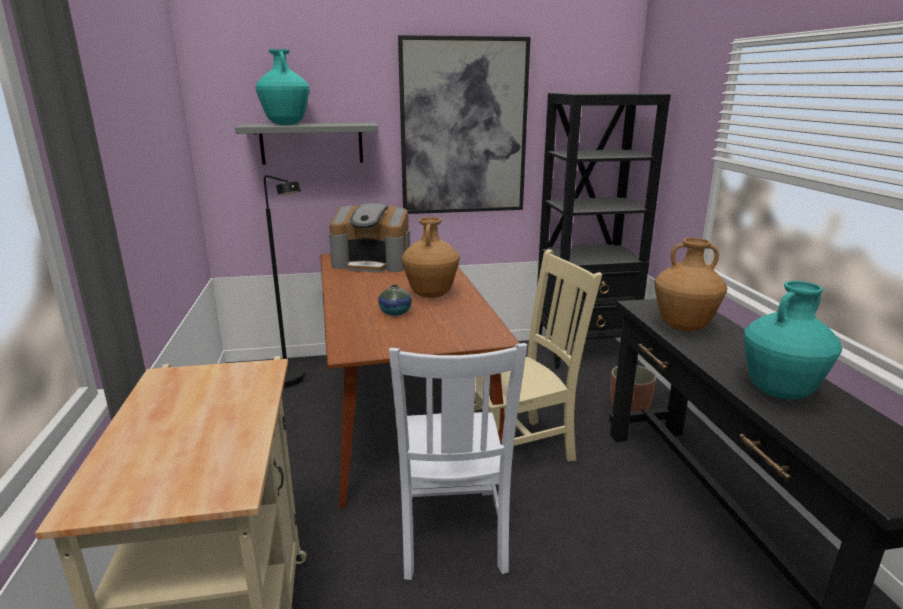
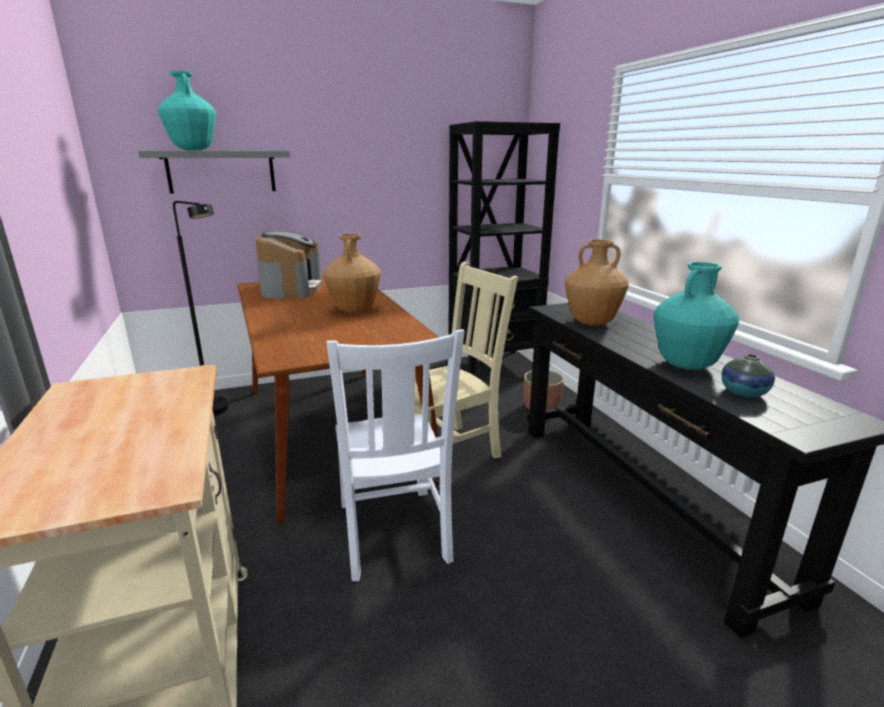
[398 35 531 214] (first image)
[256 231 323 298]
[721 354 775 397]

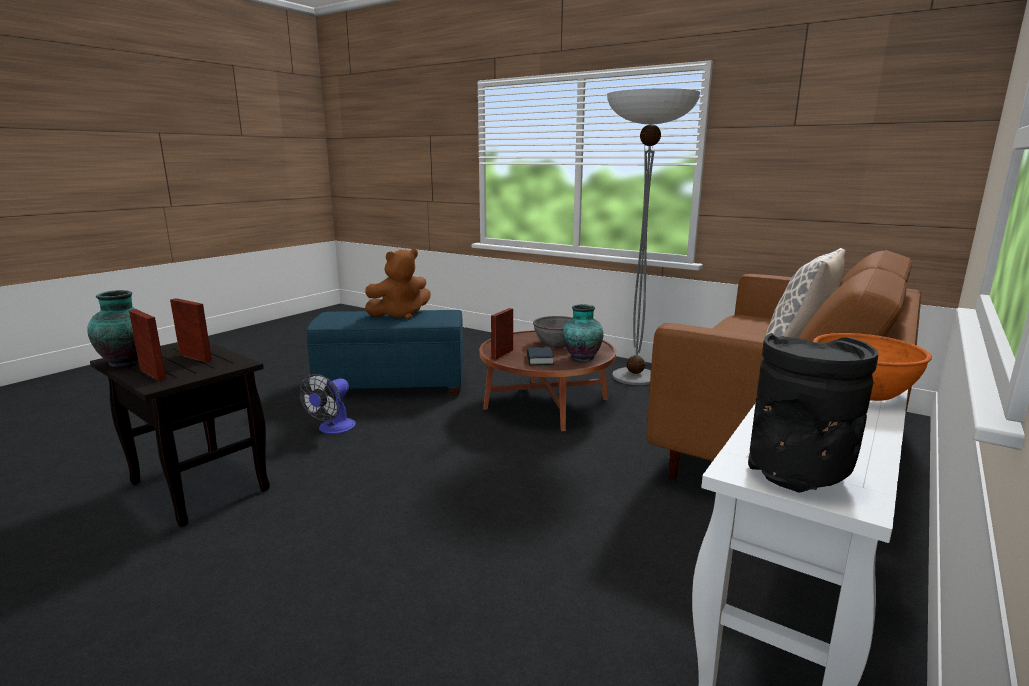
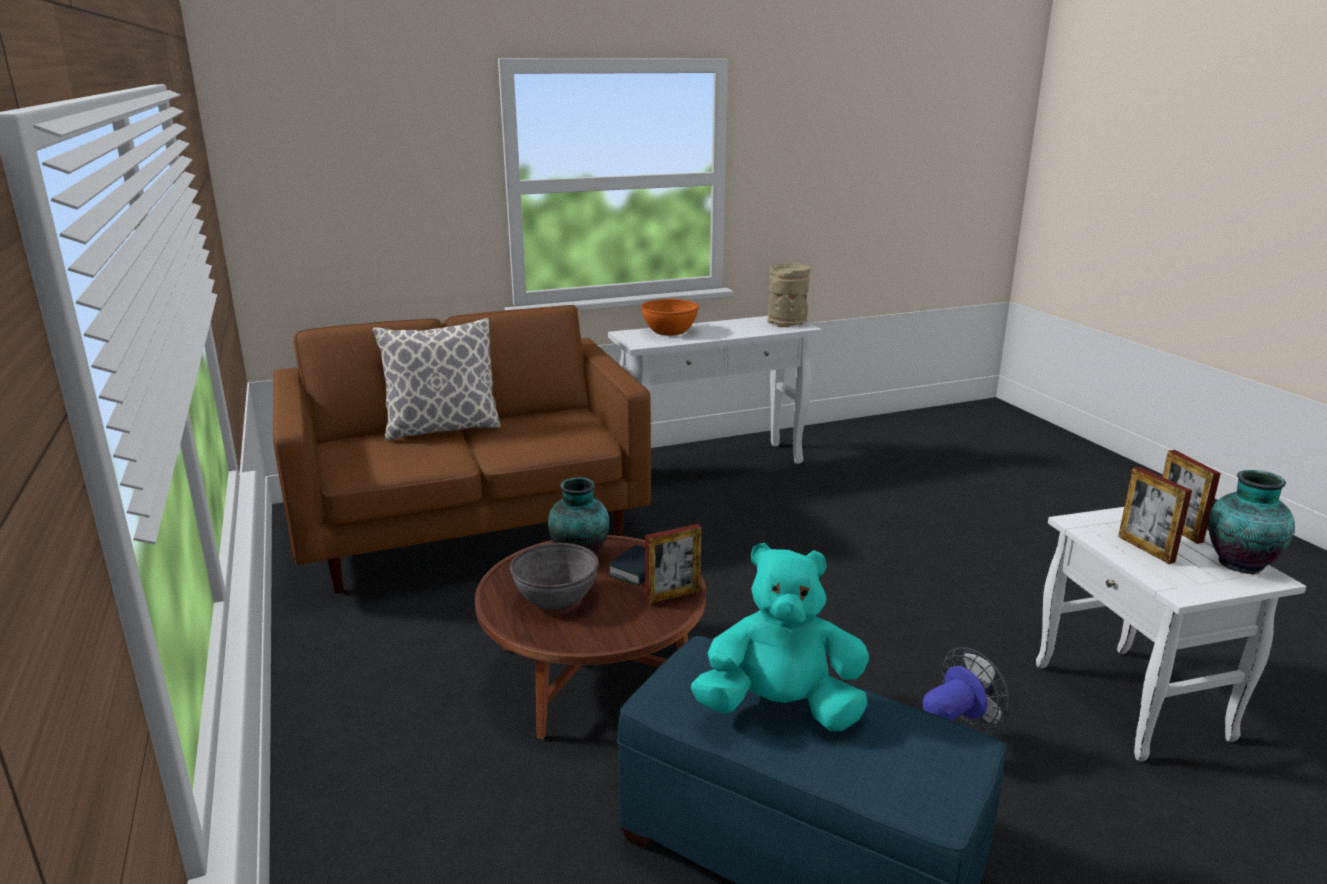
[607 88 700 385] (first image)
[691 543 869 731]
[768 263 810 328]
[1036 507 1306 762]

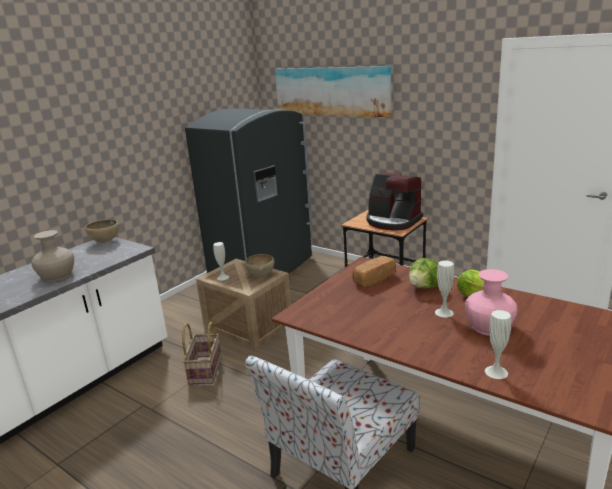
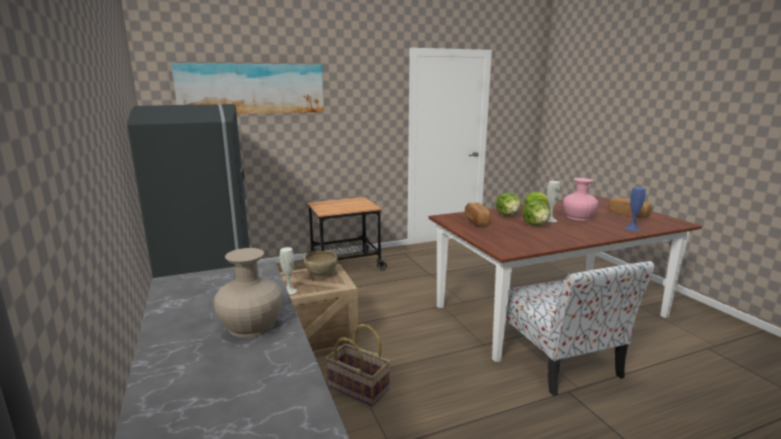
[366 172 423 231] (first image)
[85 220 119 243] (first image)
[625 187 645 231]
[609 197 652 219]
[523 201 551 225]

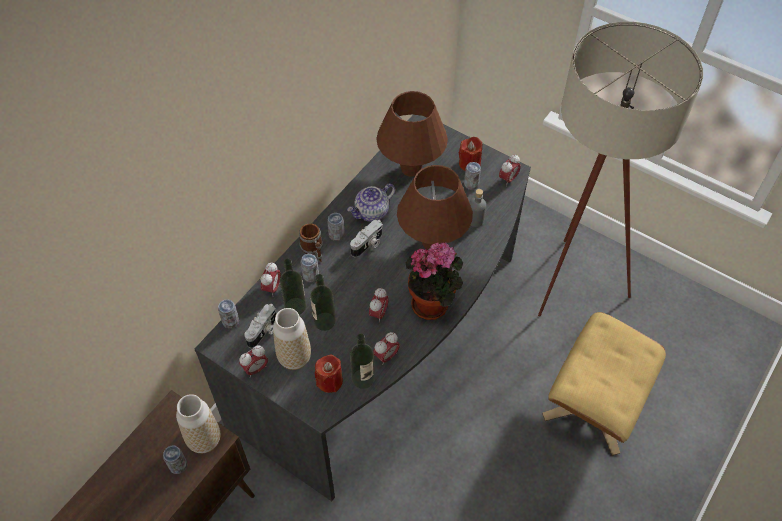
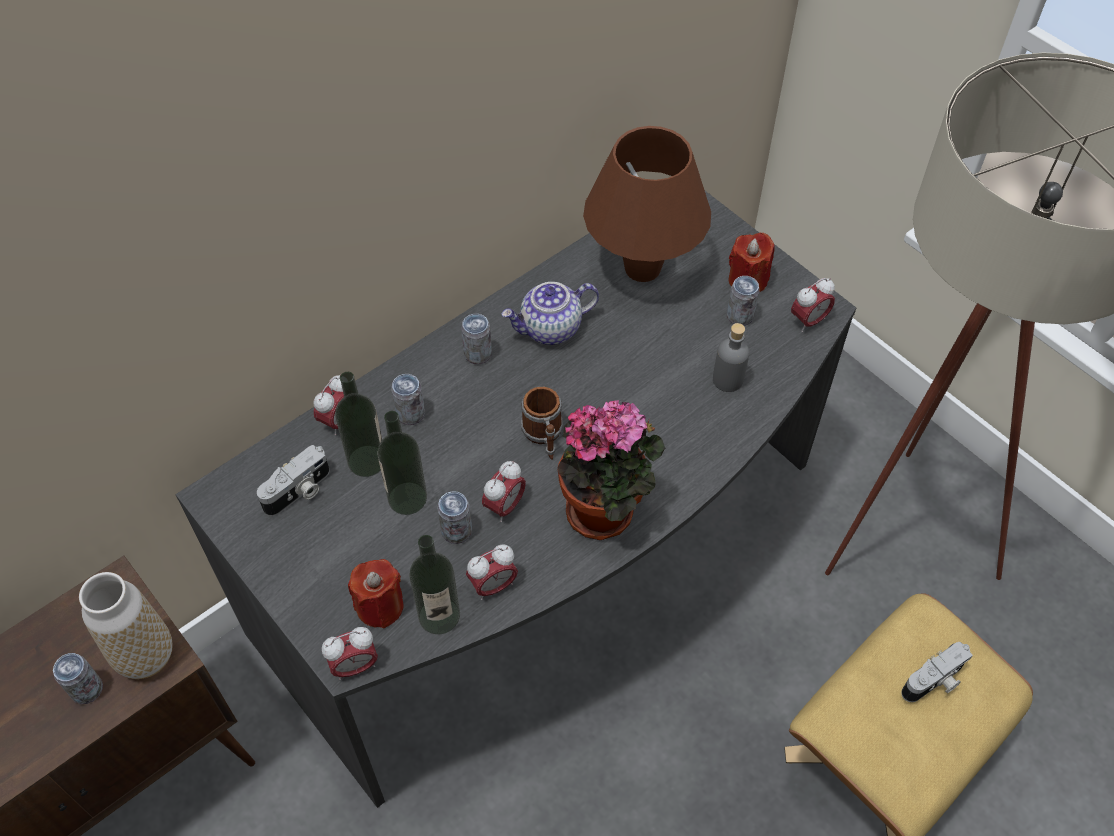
[397 165 473 250] (first image)
[901 642 973 702]
[521 387 563 460]
[437 491 472 544]
[273 308 311 370] (first image)
[322 627 378 680]

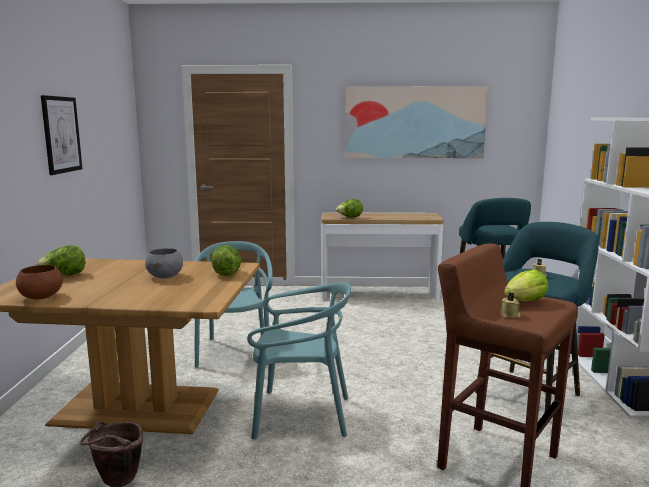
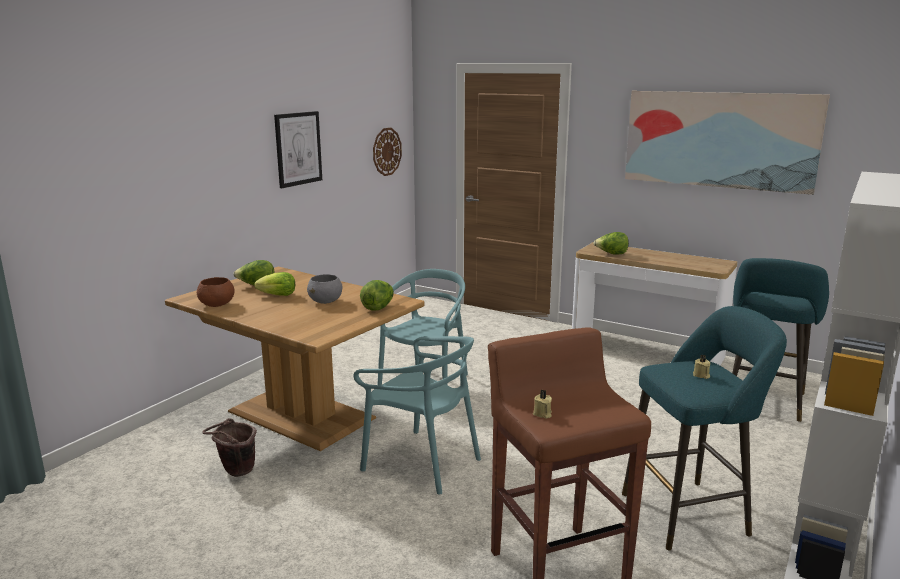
[255 272 295 296]
[373 127 402 176]

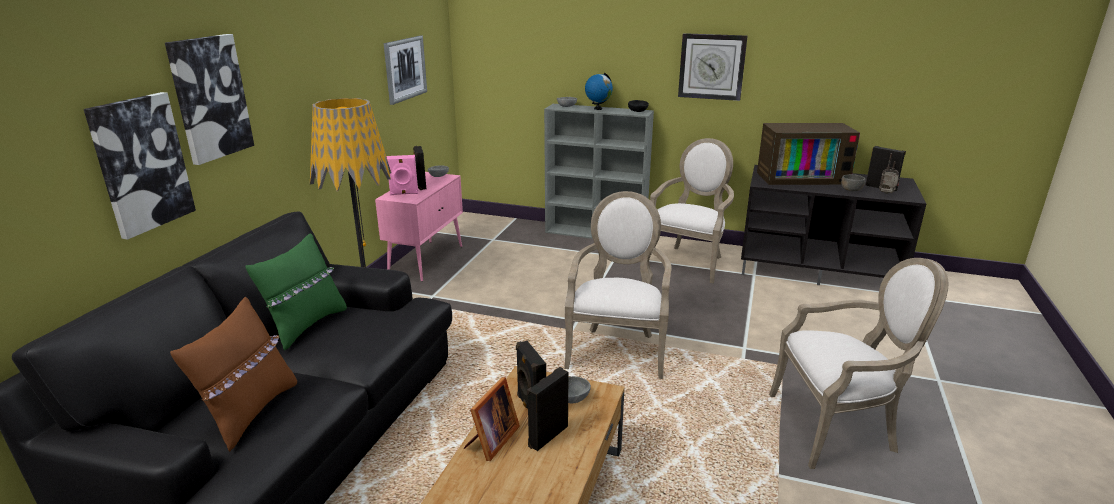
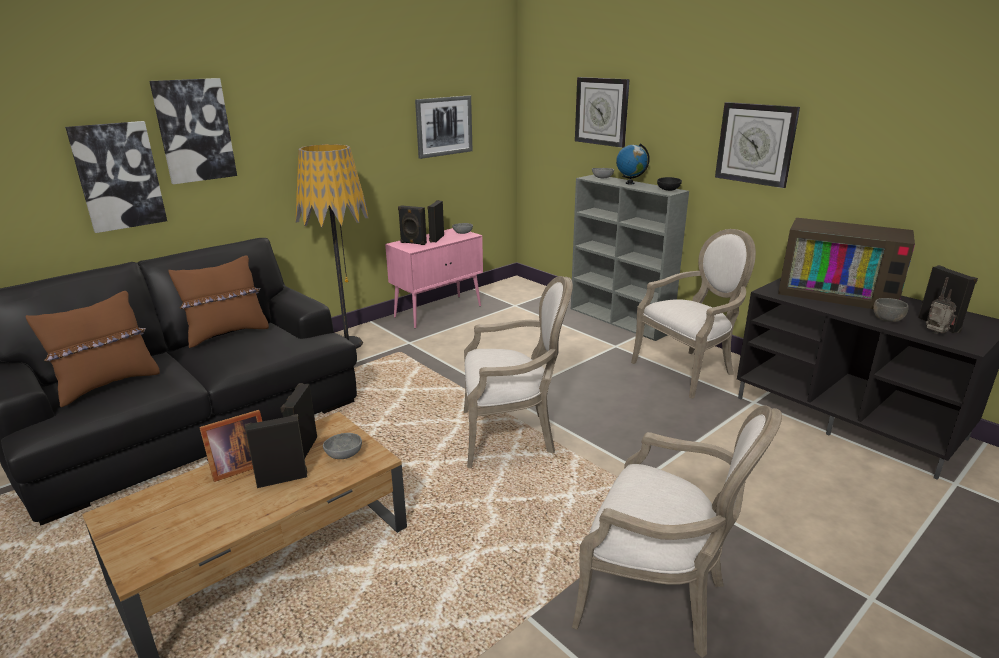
[398 205 427 245]
[464 276 573 468]
[168 255 269 348]
[575 77 630 148]

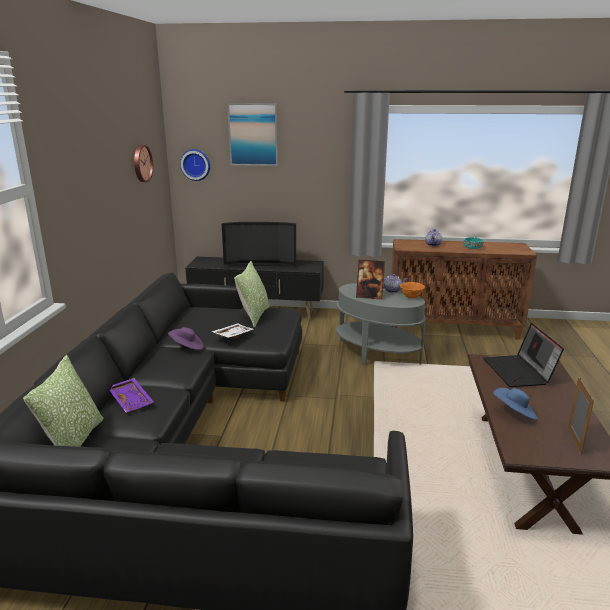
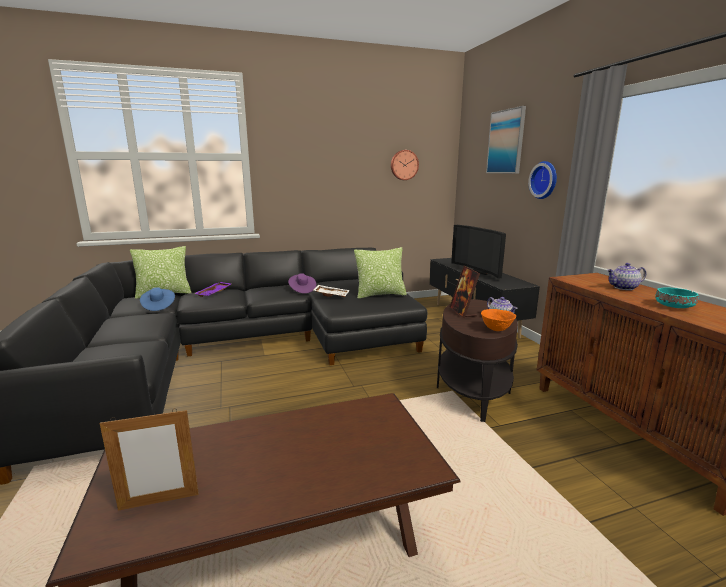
[528 161 557 199]
[437 299 518 422]
[483 323 564 387] (first image)
[140 287 175 311]

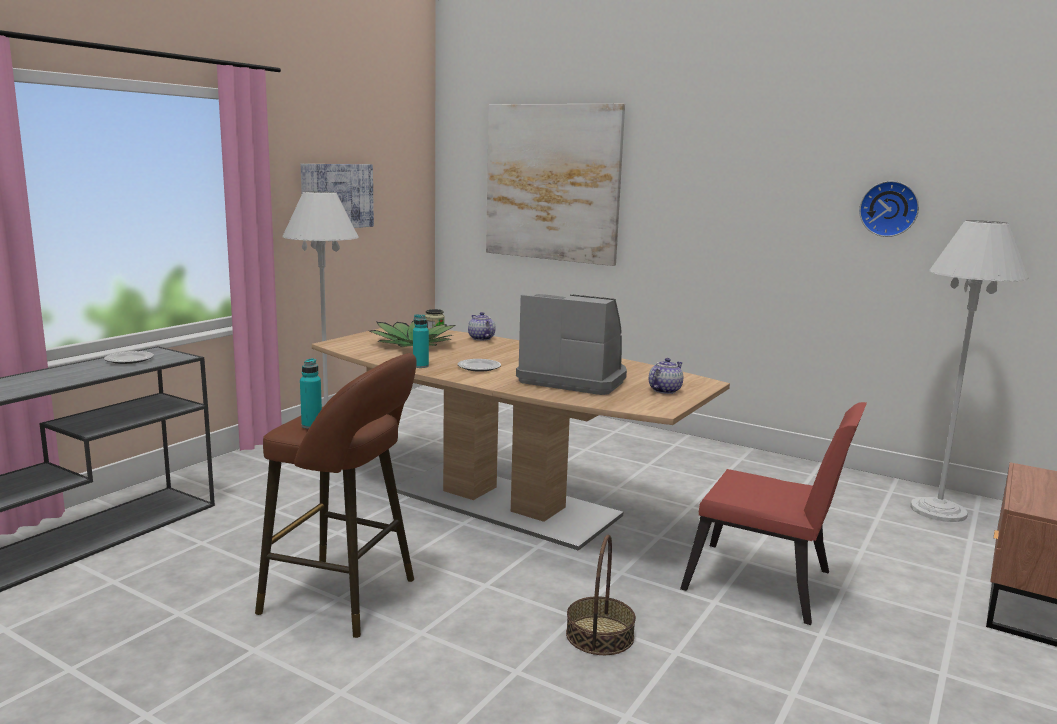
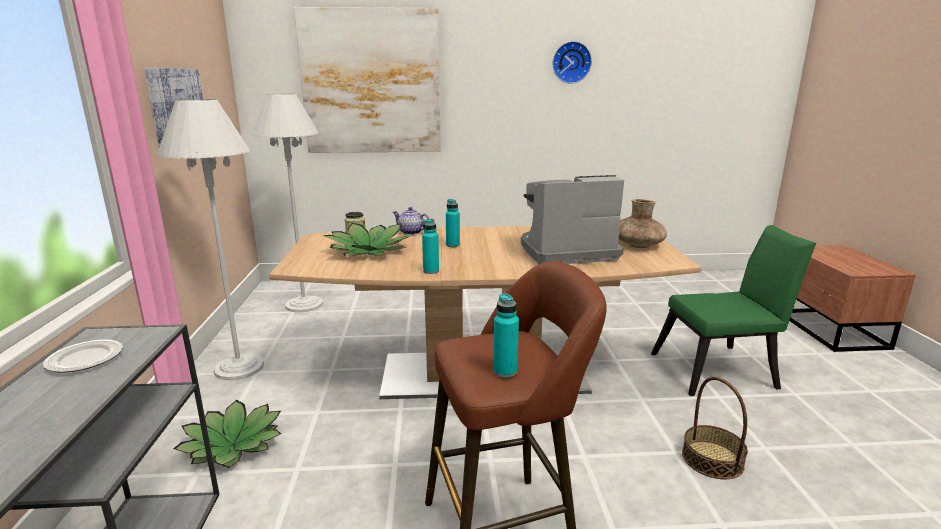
[553 41 592 84]
[251 94 323 312]
[619 199 667 248]
[458 359 501 372] (first image)
[651 225 816 396]
[446 199 460 247]
[173 400 281 468]

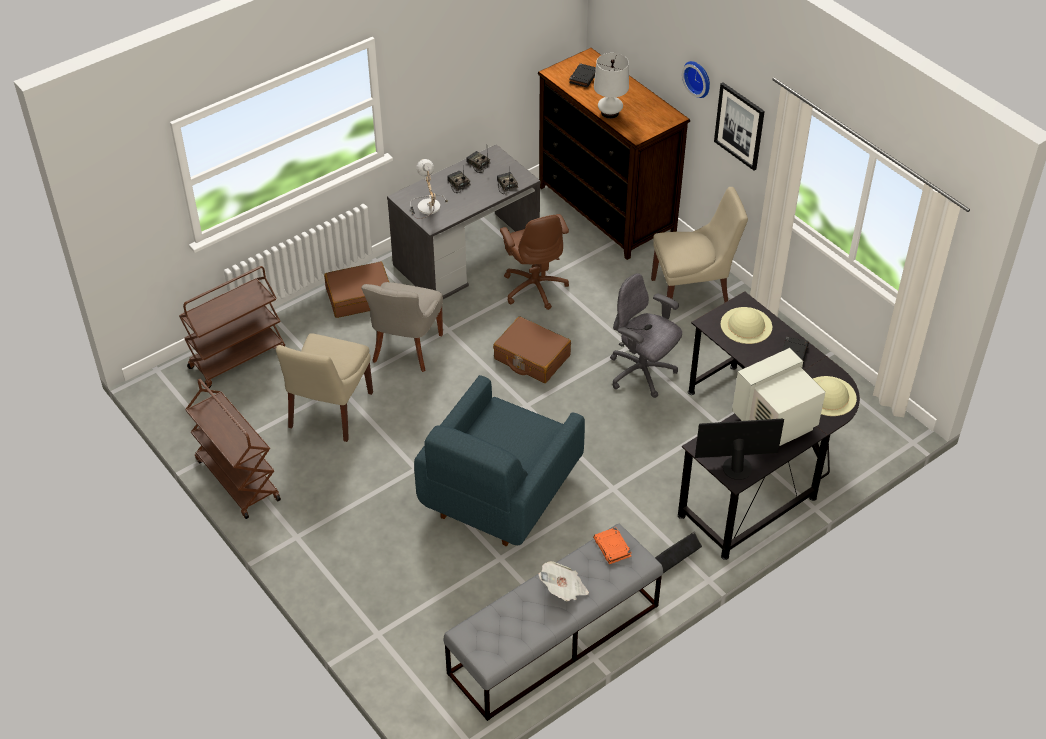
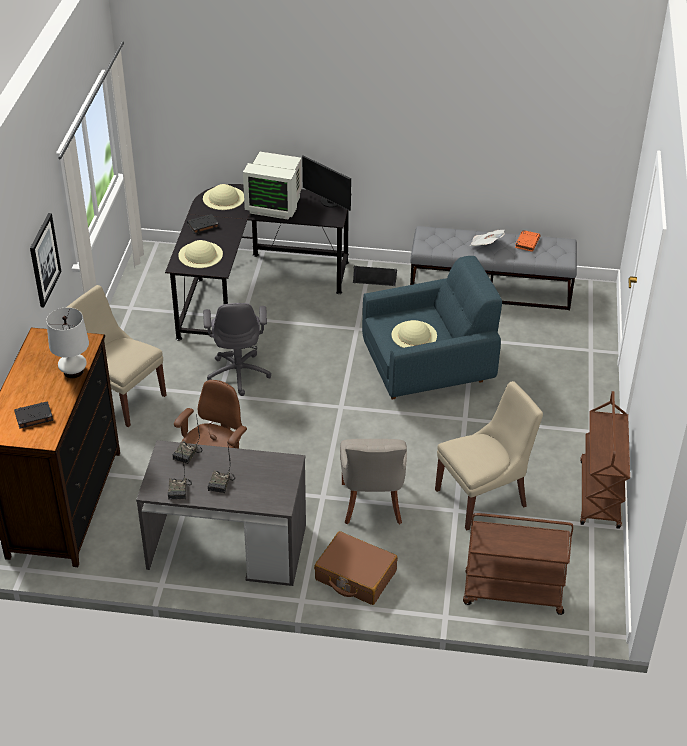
[682 61 710 98] (first image)
[410 159 448 219] (first image)
[340 439 407 524]
[493 317 571 383] (first image)
[515 230 540 252]
[391 320 437 348]

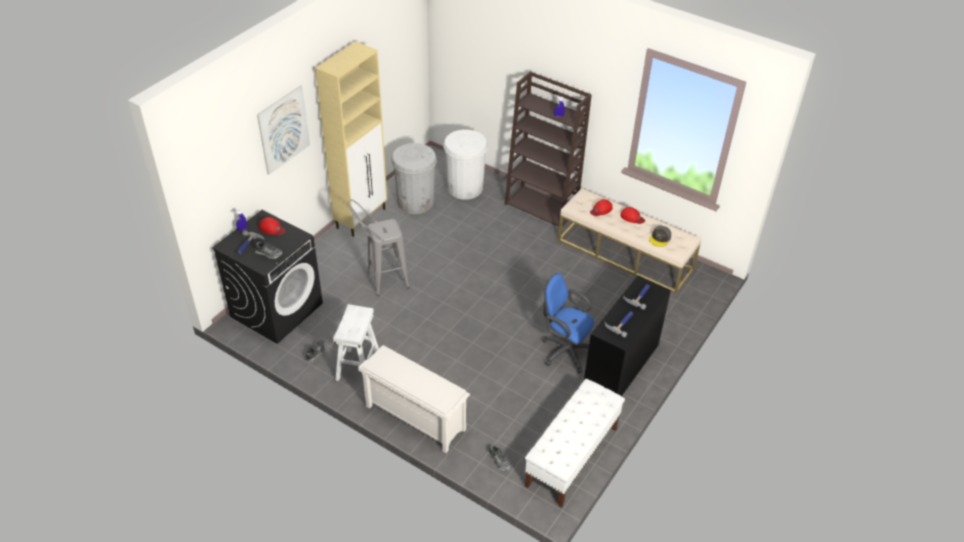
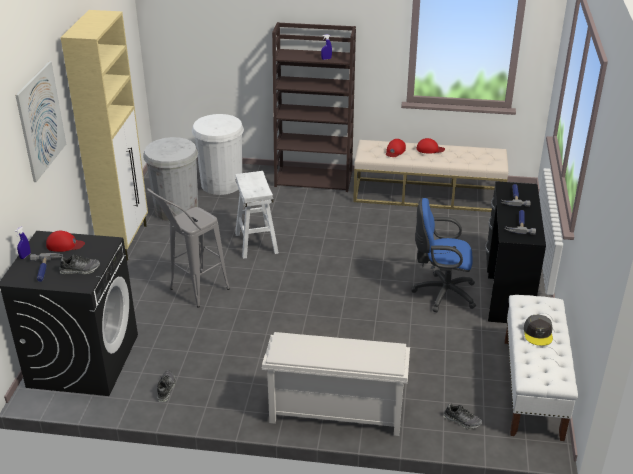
[524 315 553 346]
[235 171 279 259]

